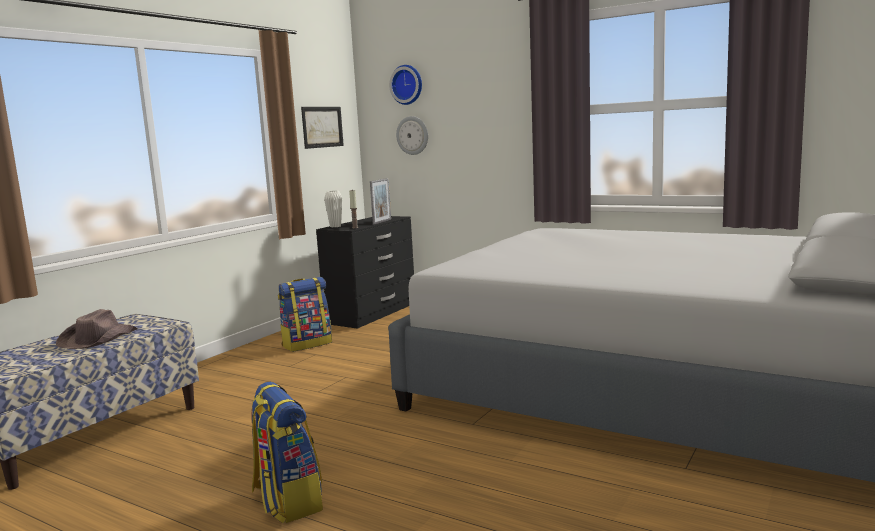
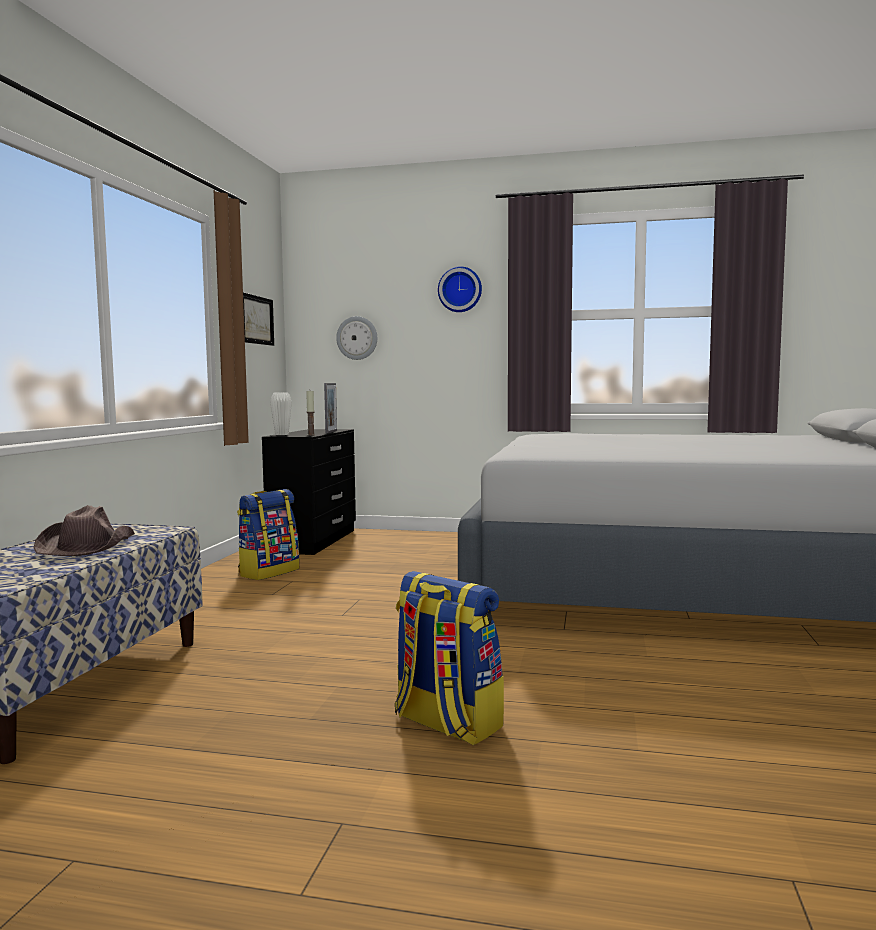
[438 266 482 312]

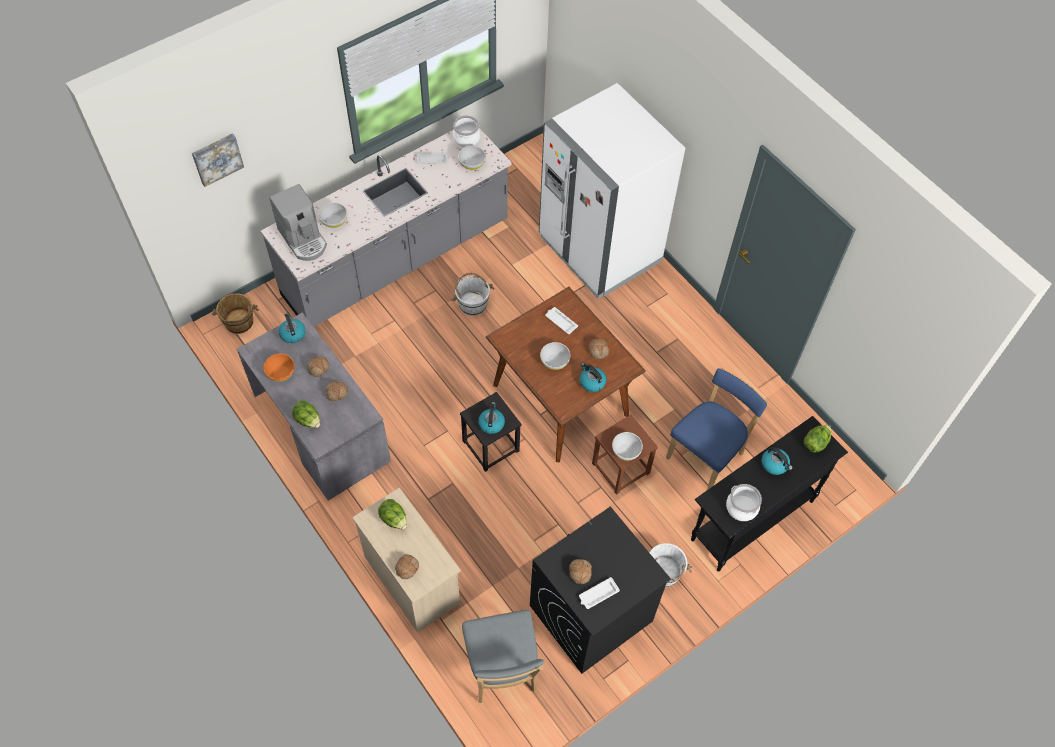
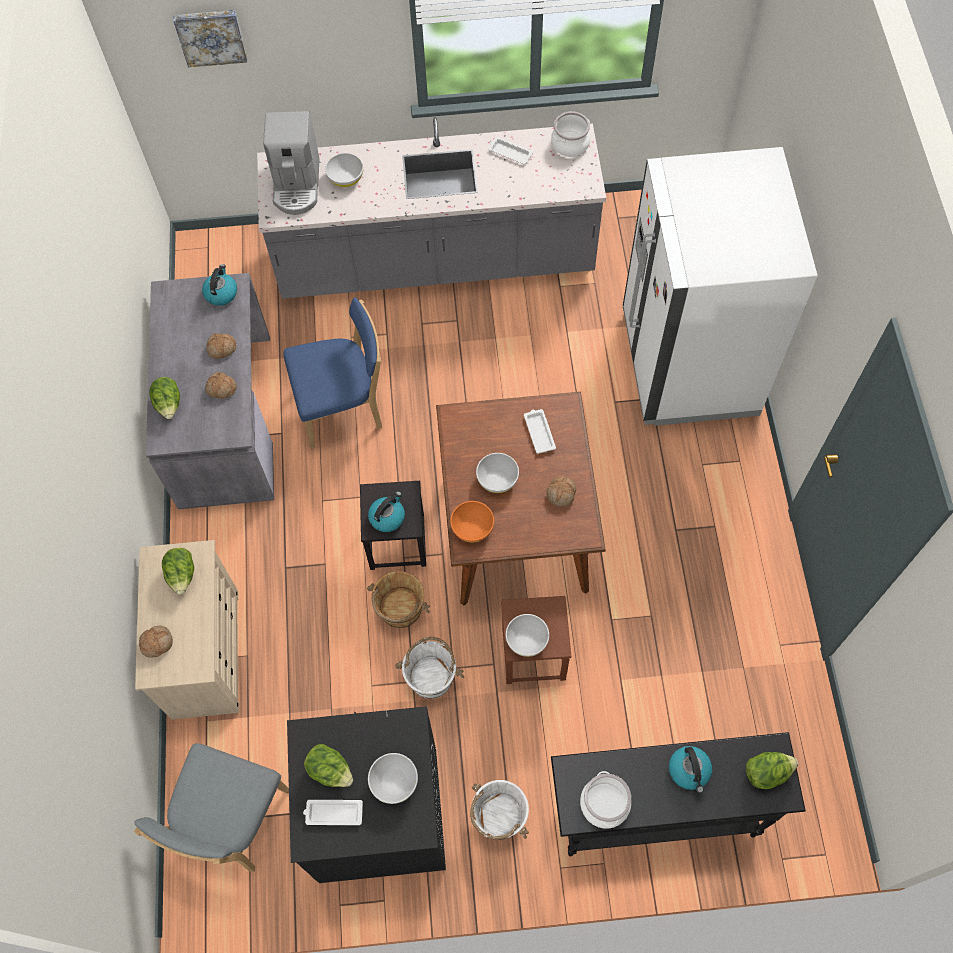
[368 753 418 804]
[395 637 465 699]
[367 571 430 628]
[450 501 494 542]
[580 363 607 392] (first image)
[284 297 382 448]
[304 744 353 787]

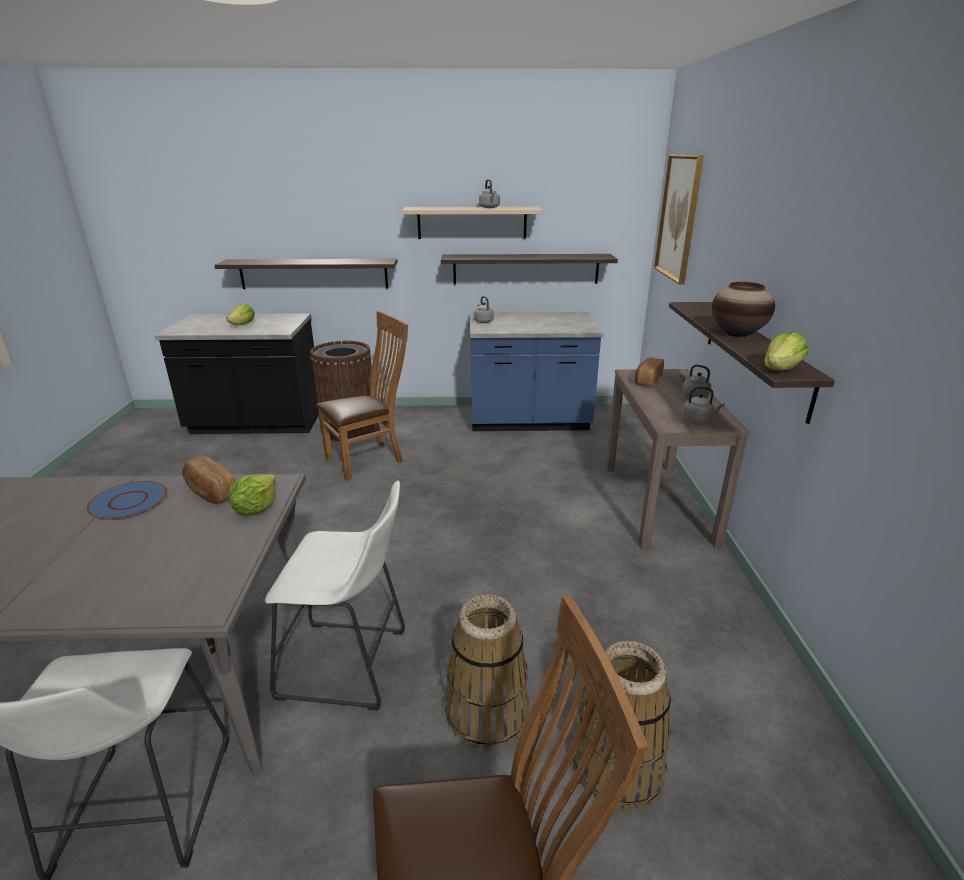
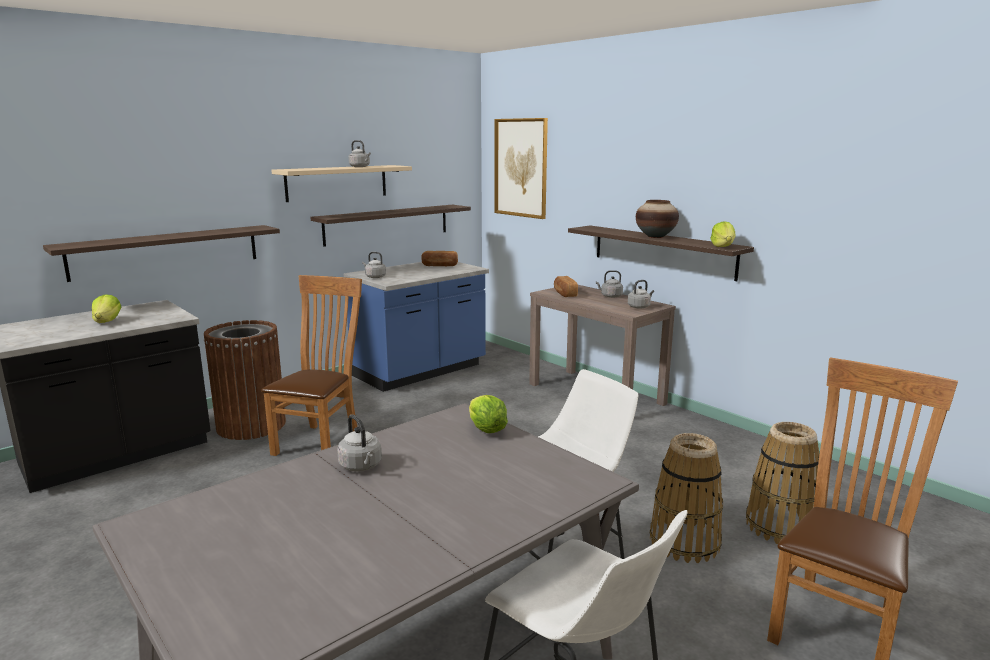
[421 251 458 266]
[337 414 382 472]

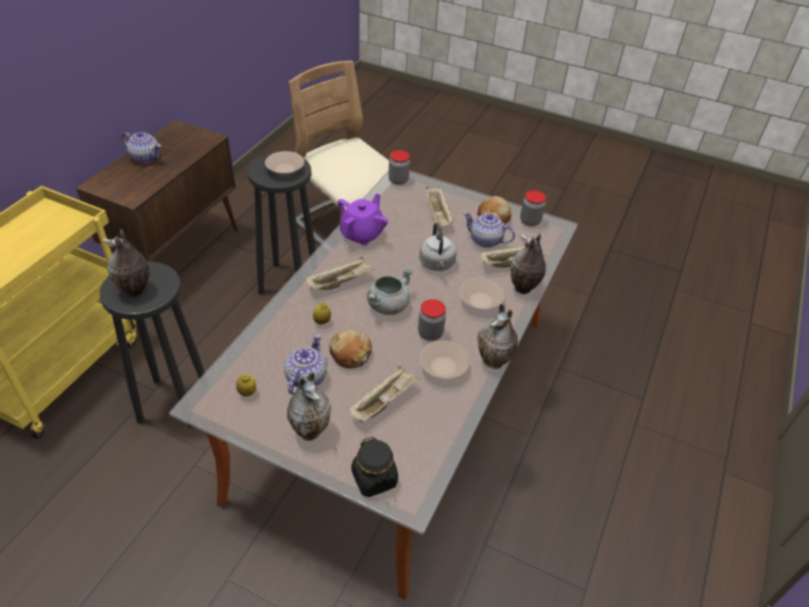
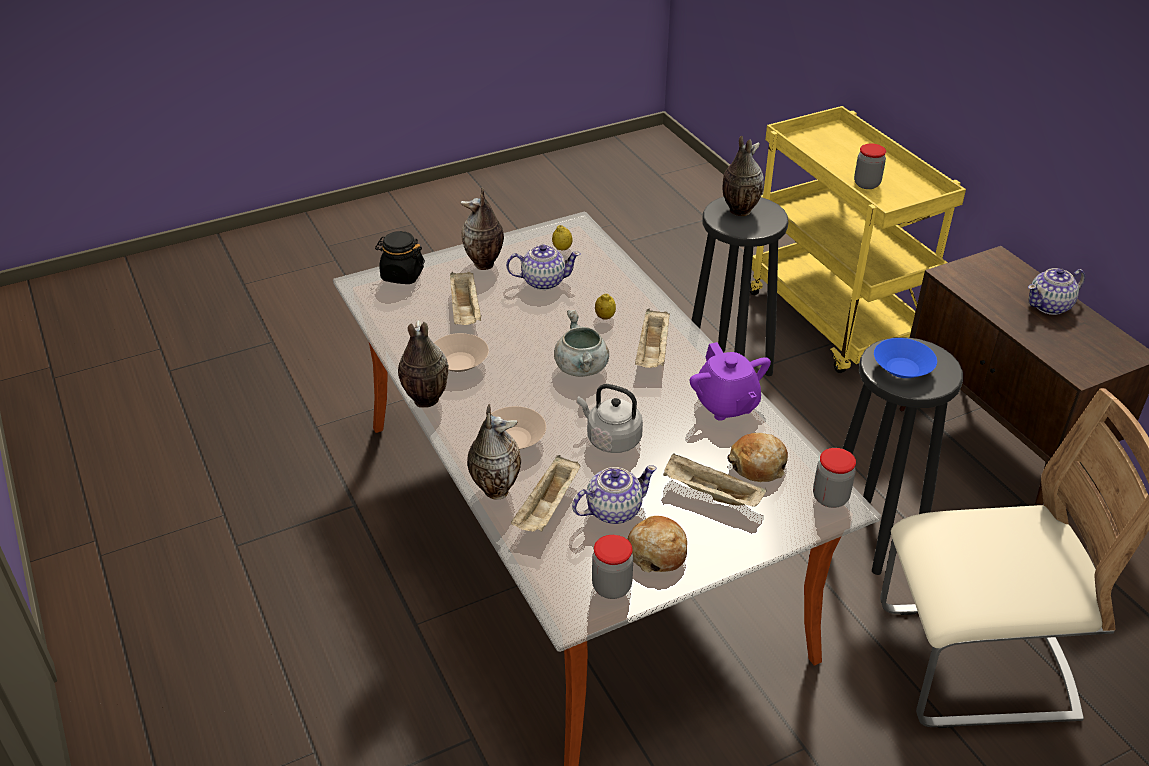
[874 338 937 378]
[854 144 886 189]
[727 433 788 482]
[506 244 581 290]

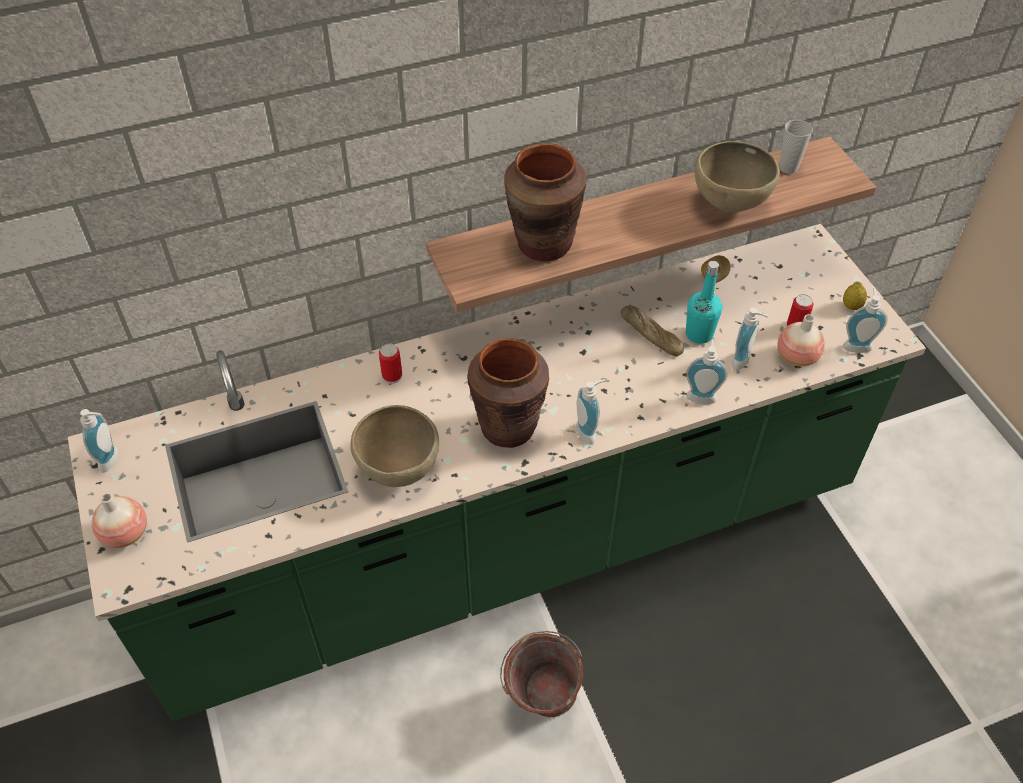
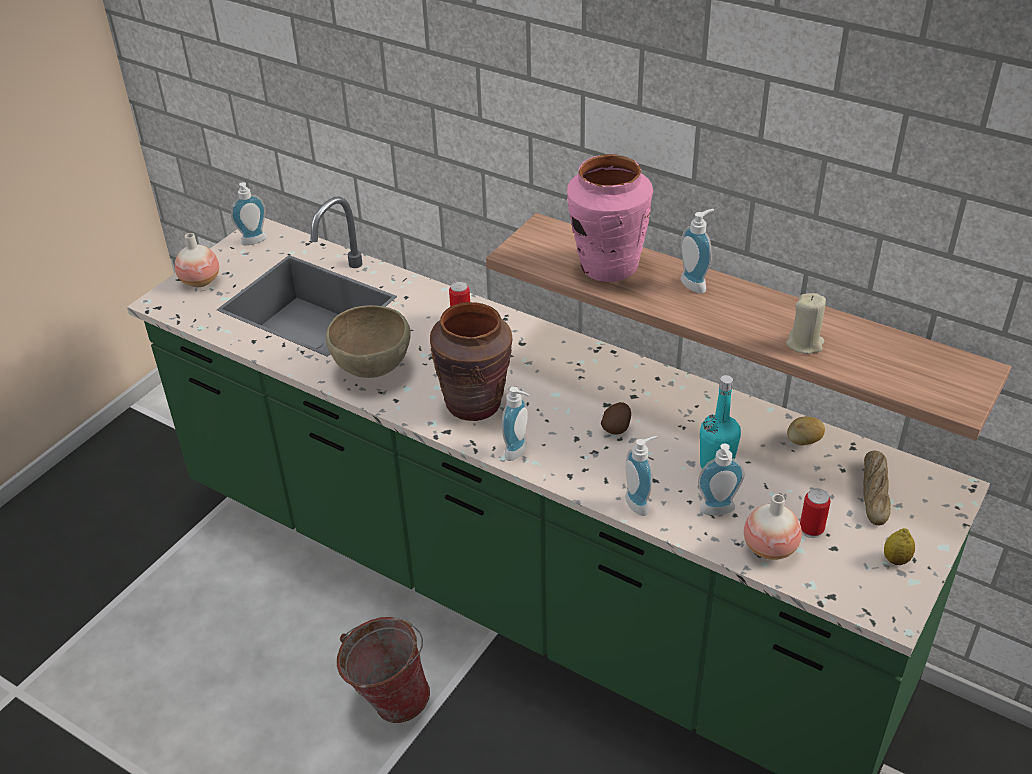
[779 119 813 174] (first image)
[786 293 826 354]
[567 154 653 282]
[681 209 714 293]
[863 451 890 525]
[601 402 631 435]

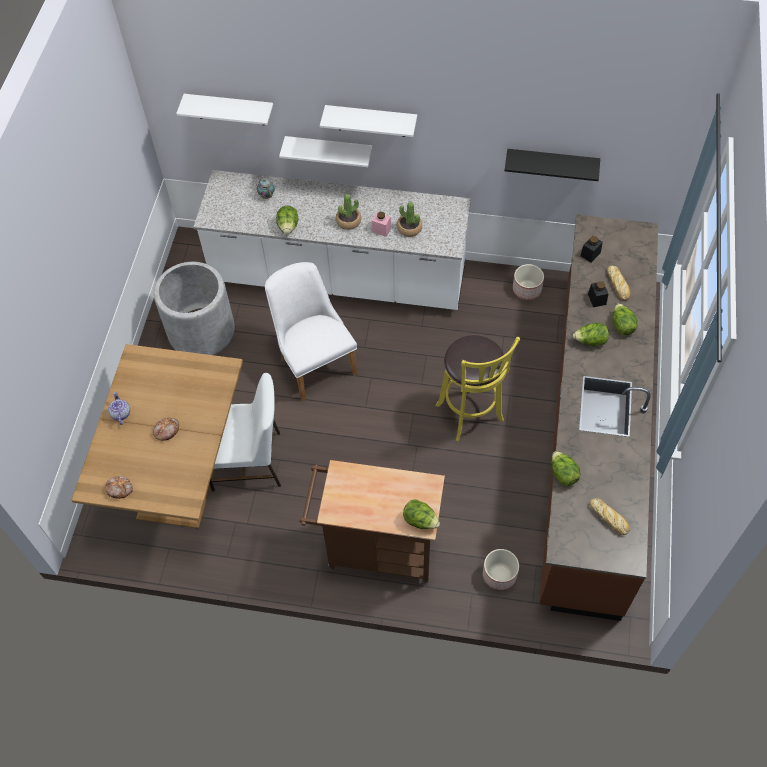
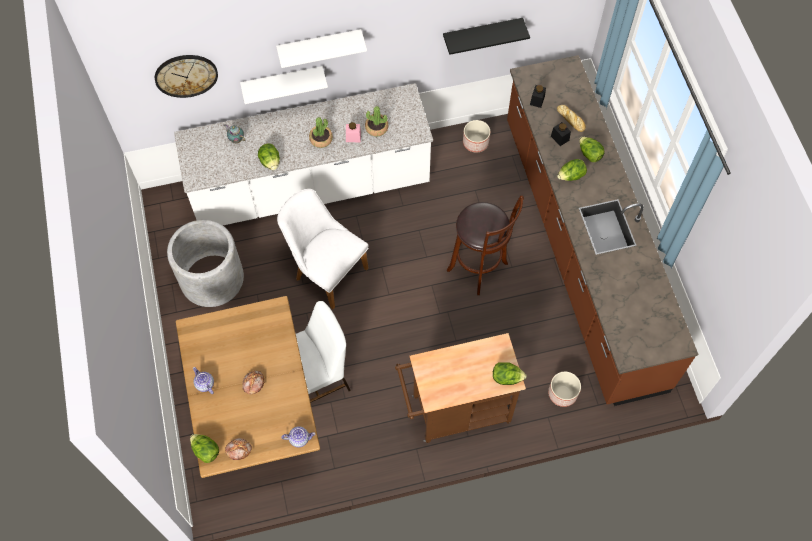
[155 55 218 98]
[447 195 524 295]
[190 434 219 463]
[589 498 630 535] (first image)
[281 426 315 447]

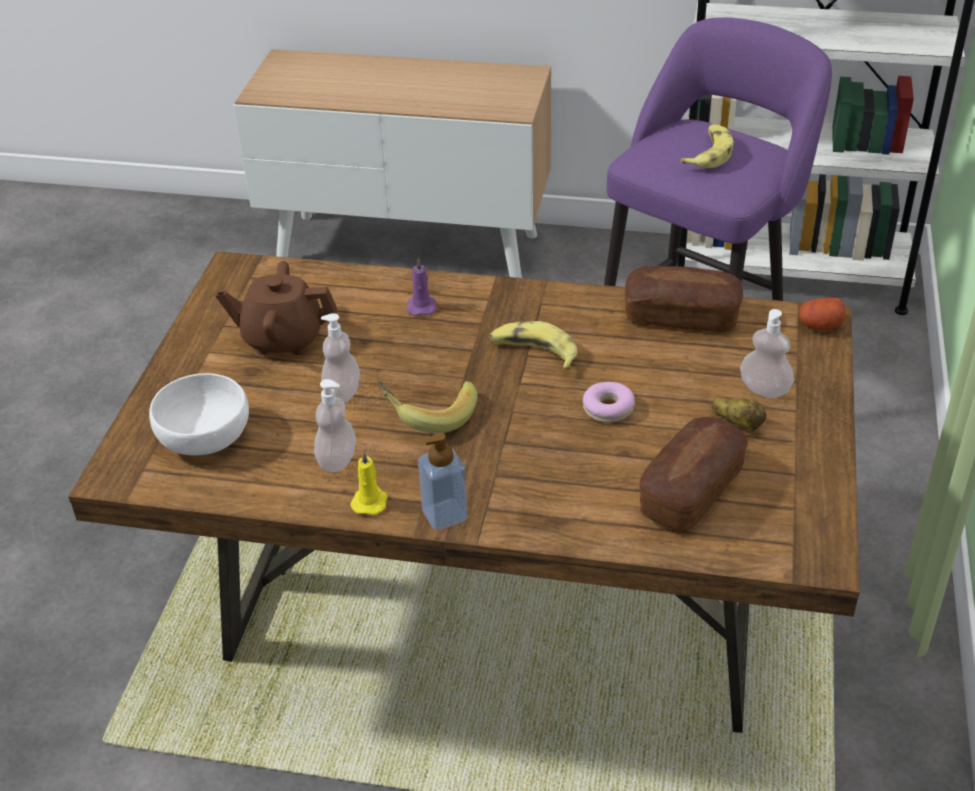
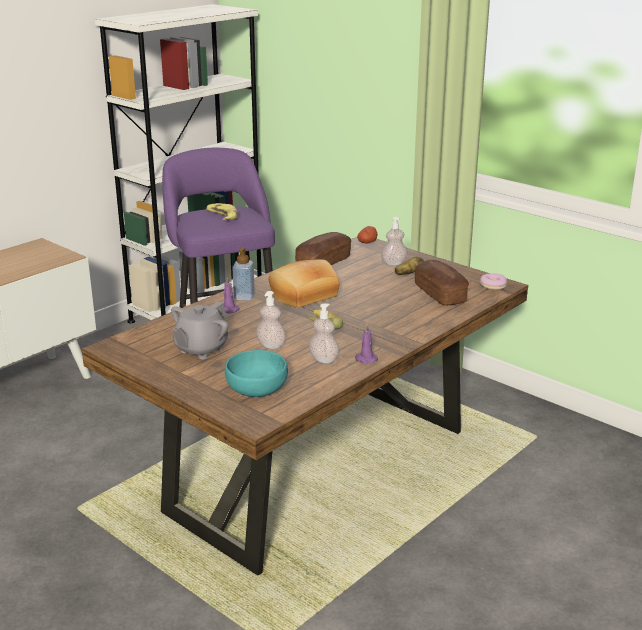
[171 301 228 359]
[269 259 339 308]
[225 350 288 397]
[480 273 507 290]
[232 247 255 301]
[355 323 378 364]

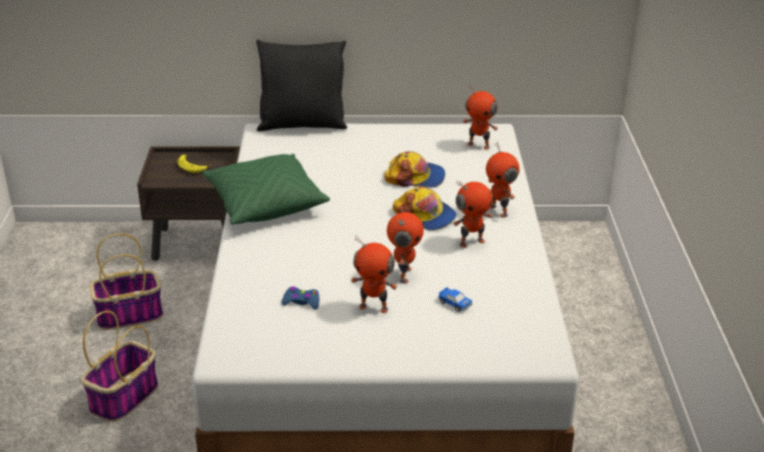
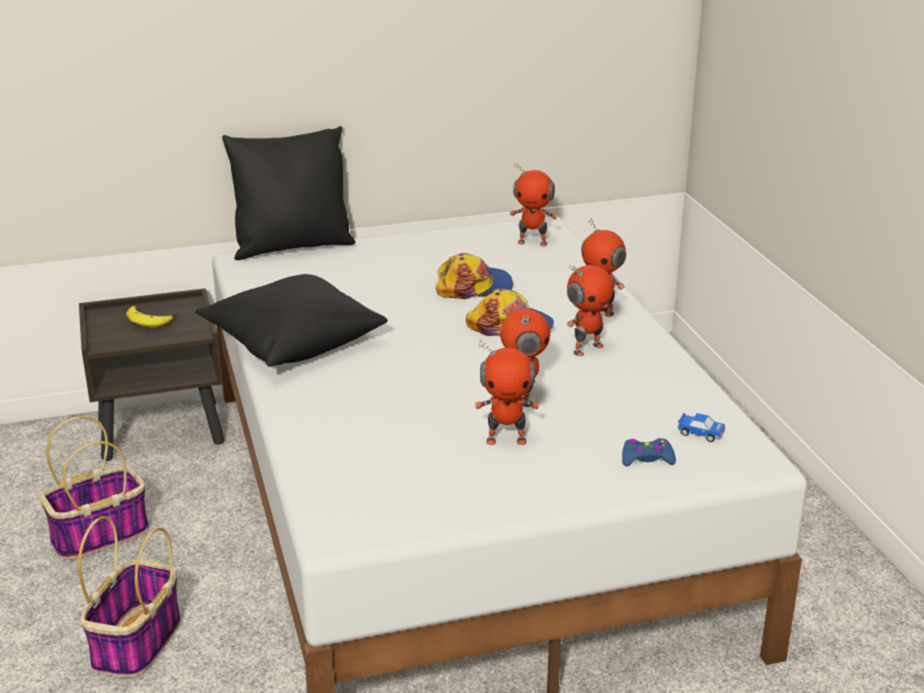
[195 274 388 367]
[622 438 676 466]
[677 413 725 442]

